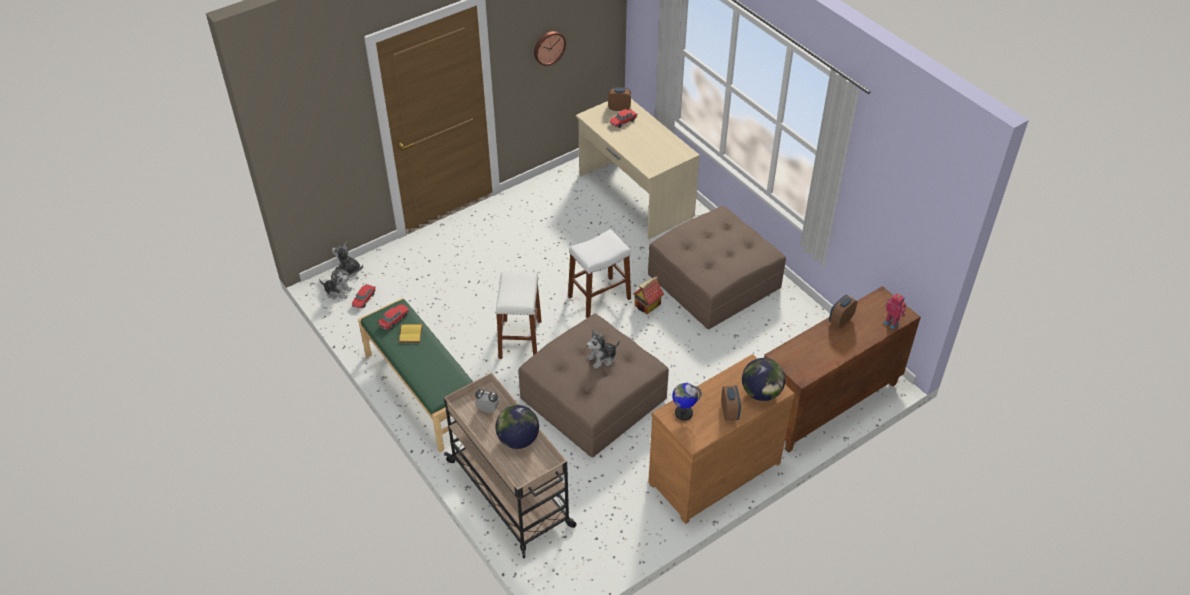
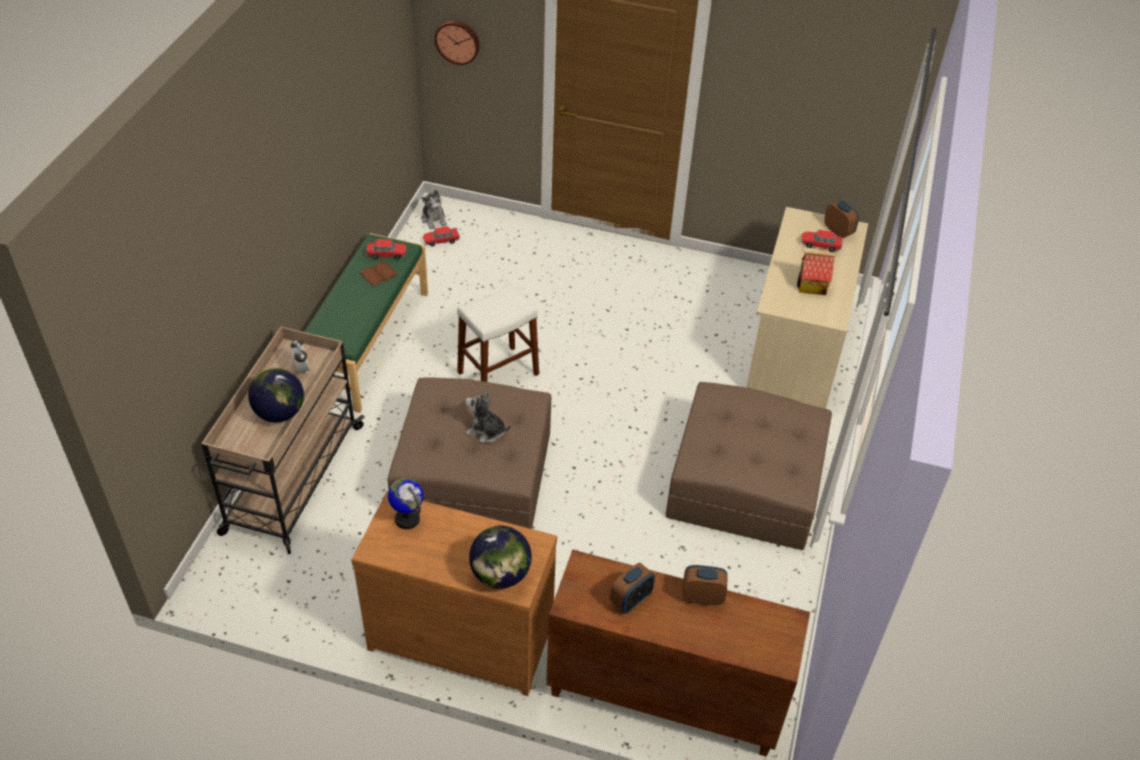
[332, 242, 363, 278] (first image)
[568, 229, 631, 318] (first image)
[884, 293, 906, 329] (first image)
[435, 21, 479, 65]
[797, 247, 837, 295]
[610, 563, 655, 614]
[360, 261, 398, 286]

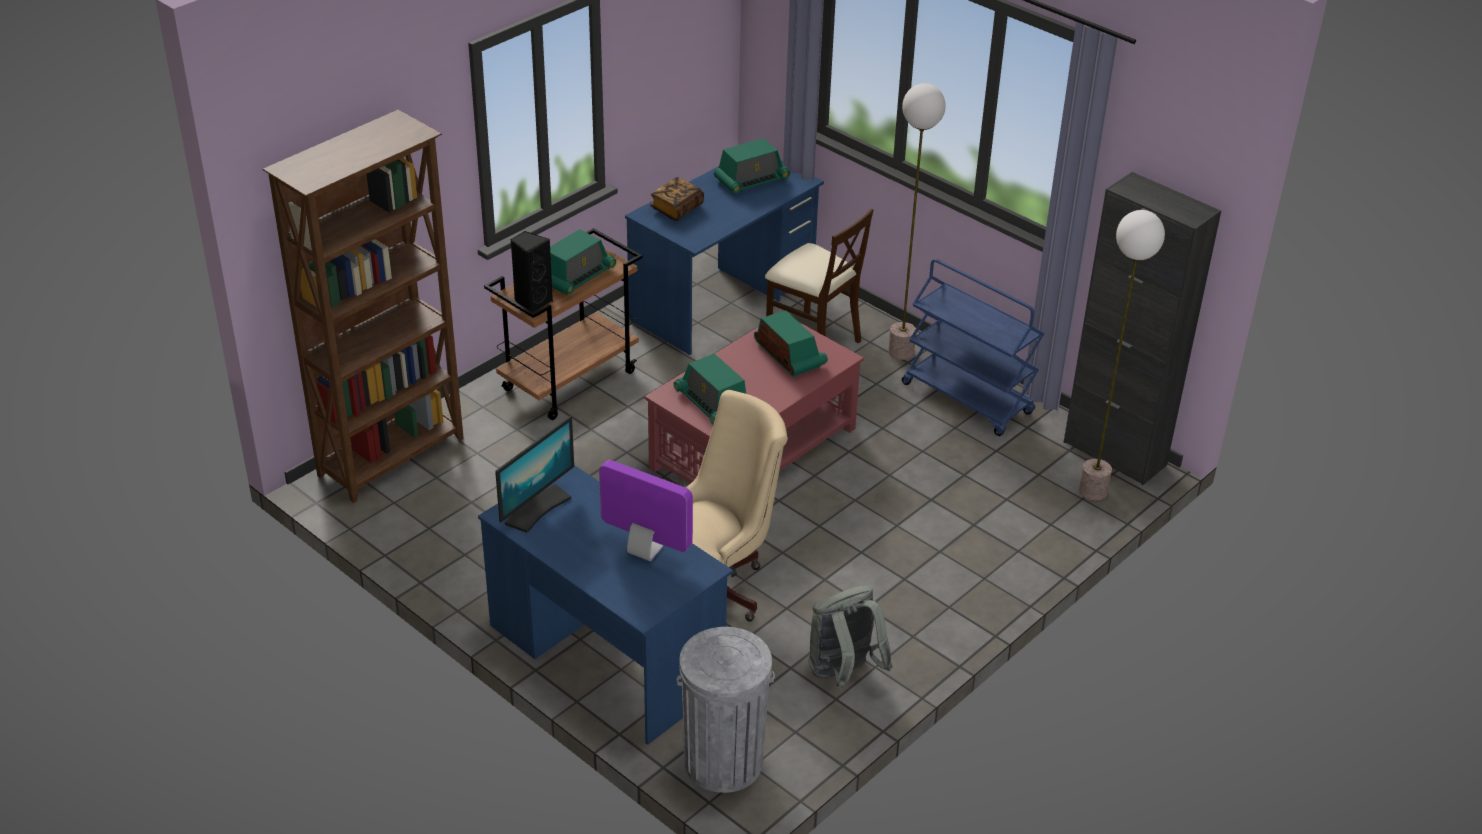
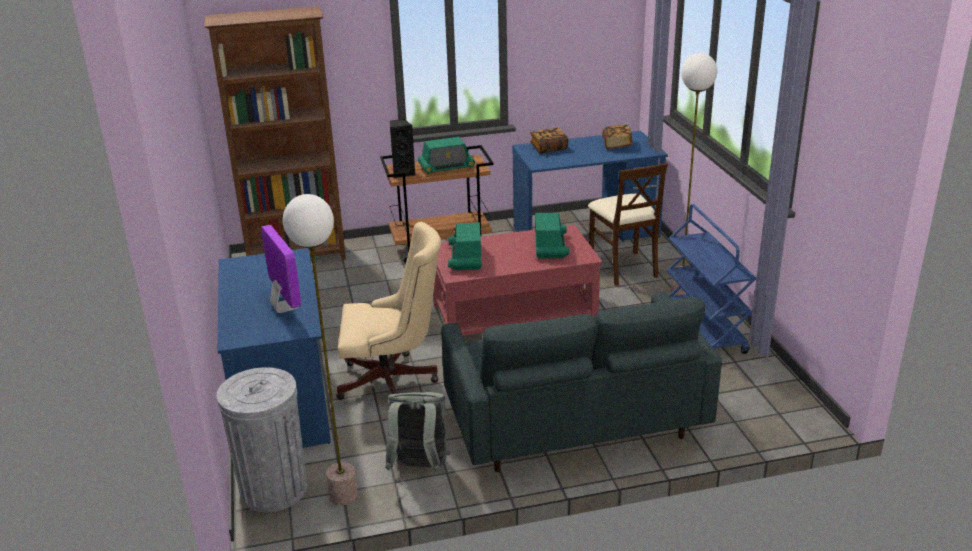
[495, 416, 574, 533] (first image)
[1064, 172, 1221, 485] (first image)
[441, 292, 722, 472]
[283, 194, 358, 505]
[602, 125, 633, 149]

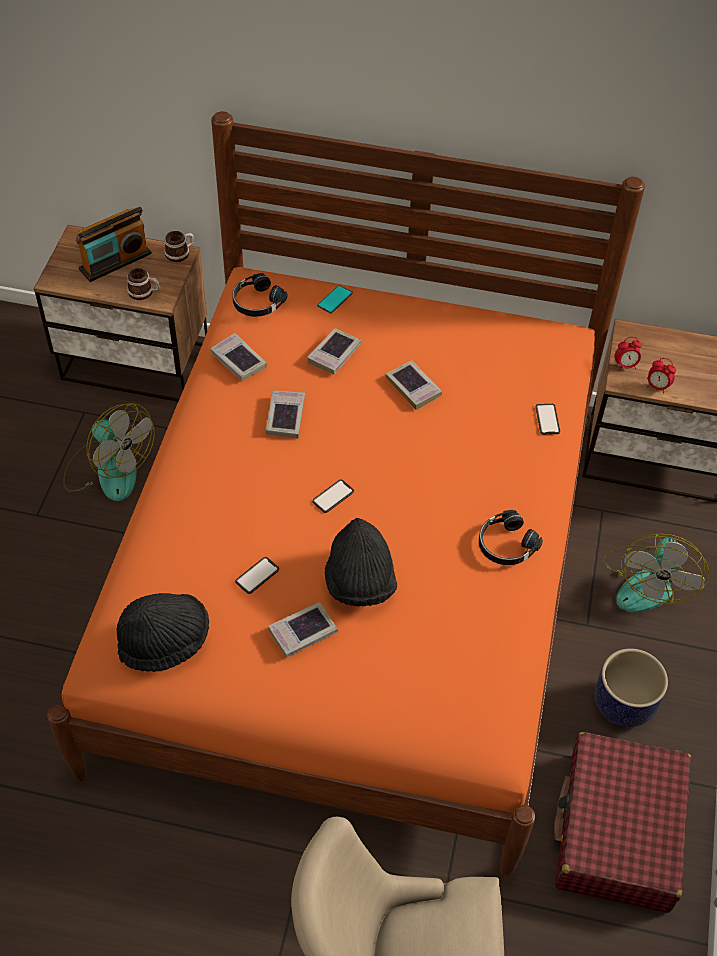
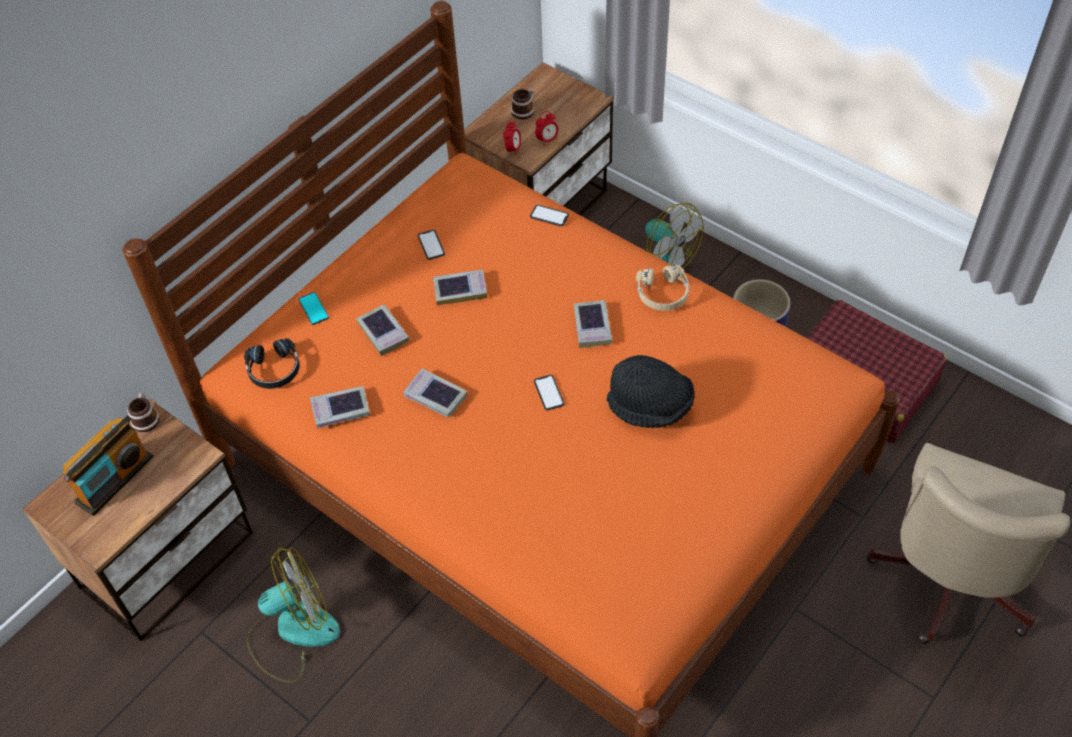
[117, 593, 209, 672] (first image)
[511, 88, 534, 120]
[418, 230, 445, 260]
[574, 300, 612, 348]
[636, 264, 689, 311]
[63, 415, 153, 516]

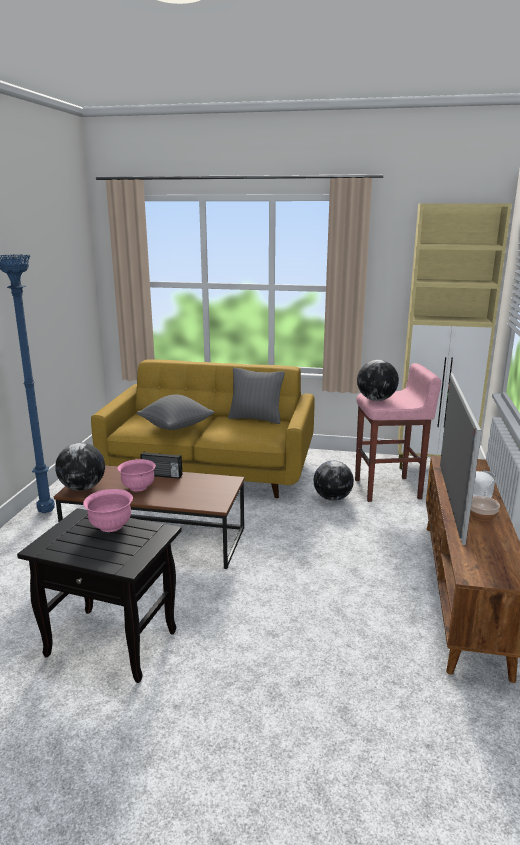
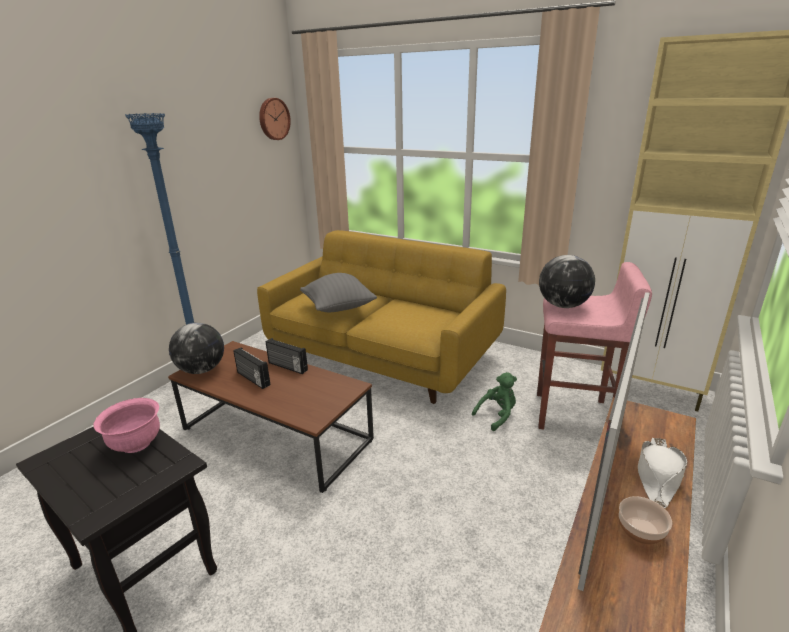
[228, 368, 285, 424] (first image)
[259, 98, 291, 140]
[233, 347, 270, 389]
[472, 372, 517, 431]

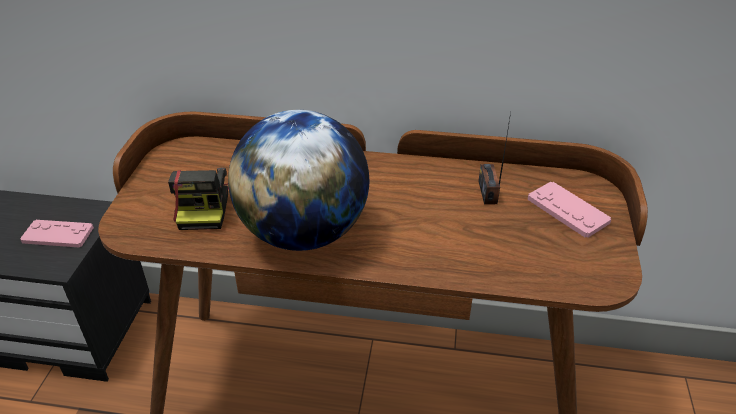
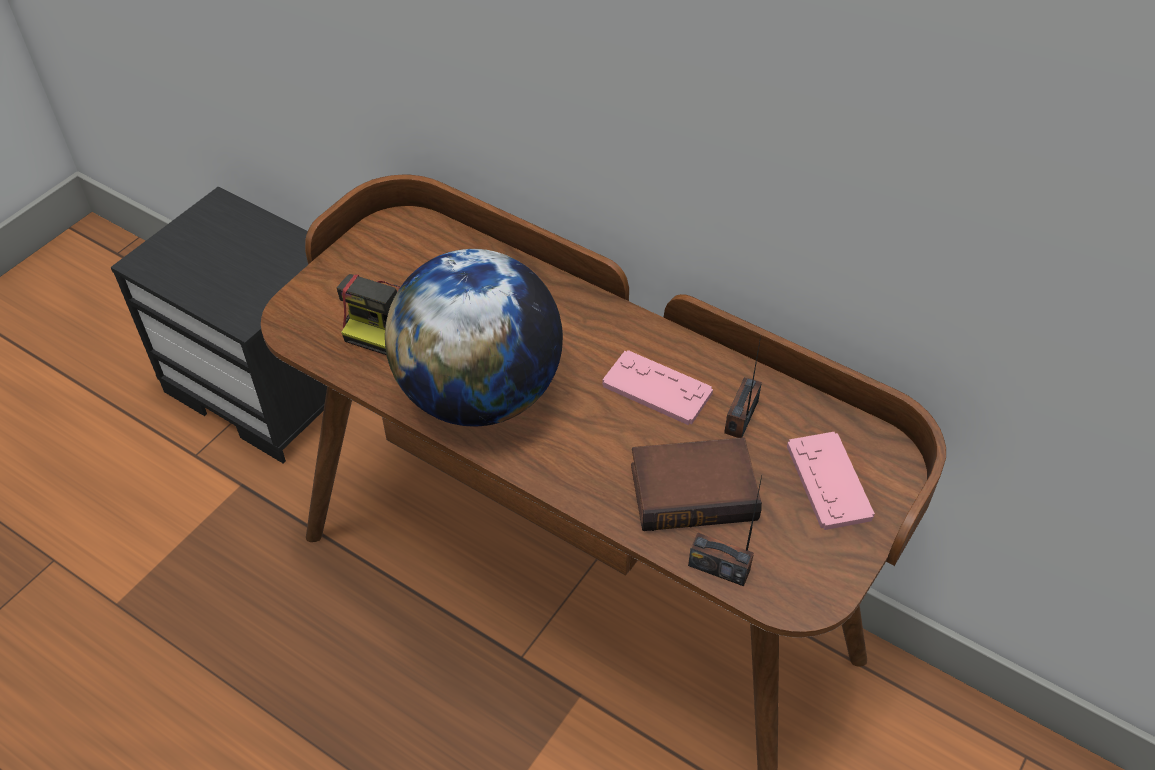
[631, 437, 762, 531]
[688, 476, 762, 586]
[602, 350, 713, 425]

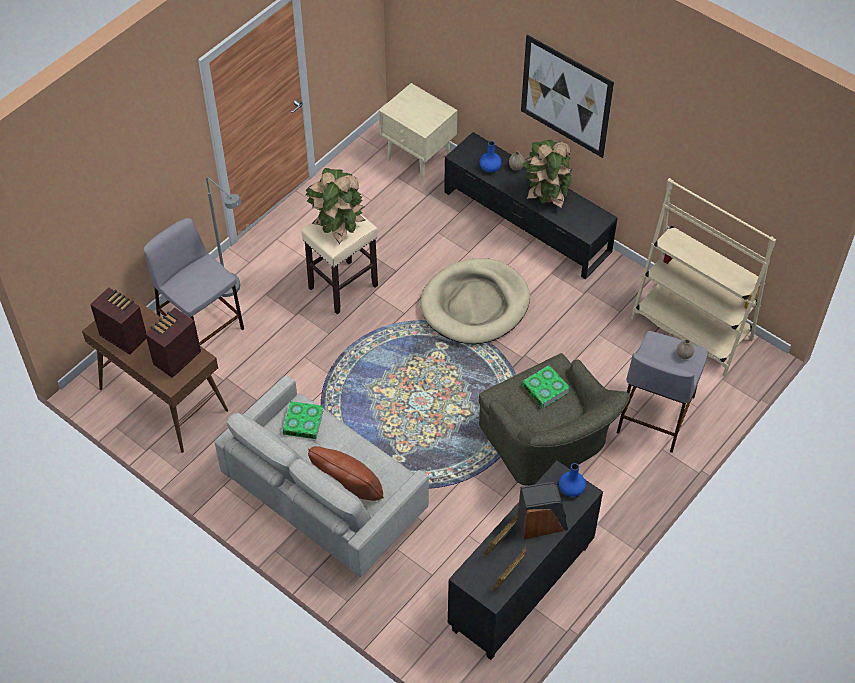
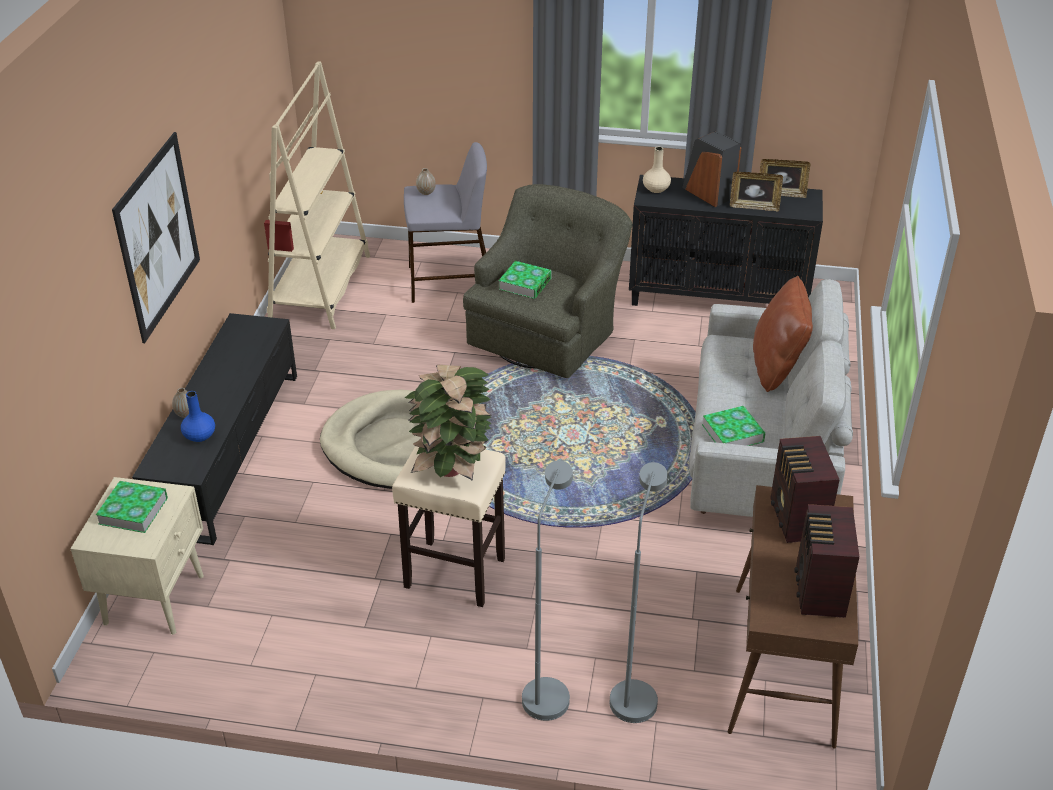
[522, 140, 572, 209] (first image)
[96, 481, 168, 533]
[610, 462, 668, 723]
[643, 147, 671, 193]
[770, 436, 840, 543]

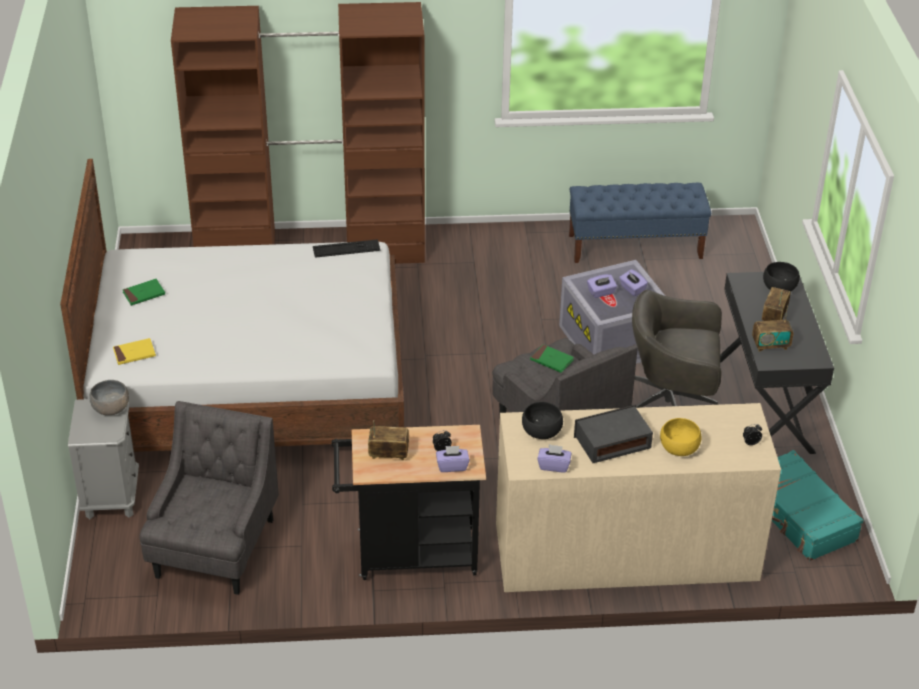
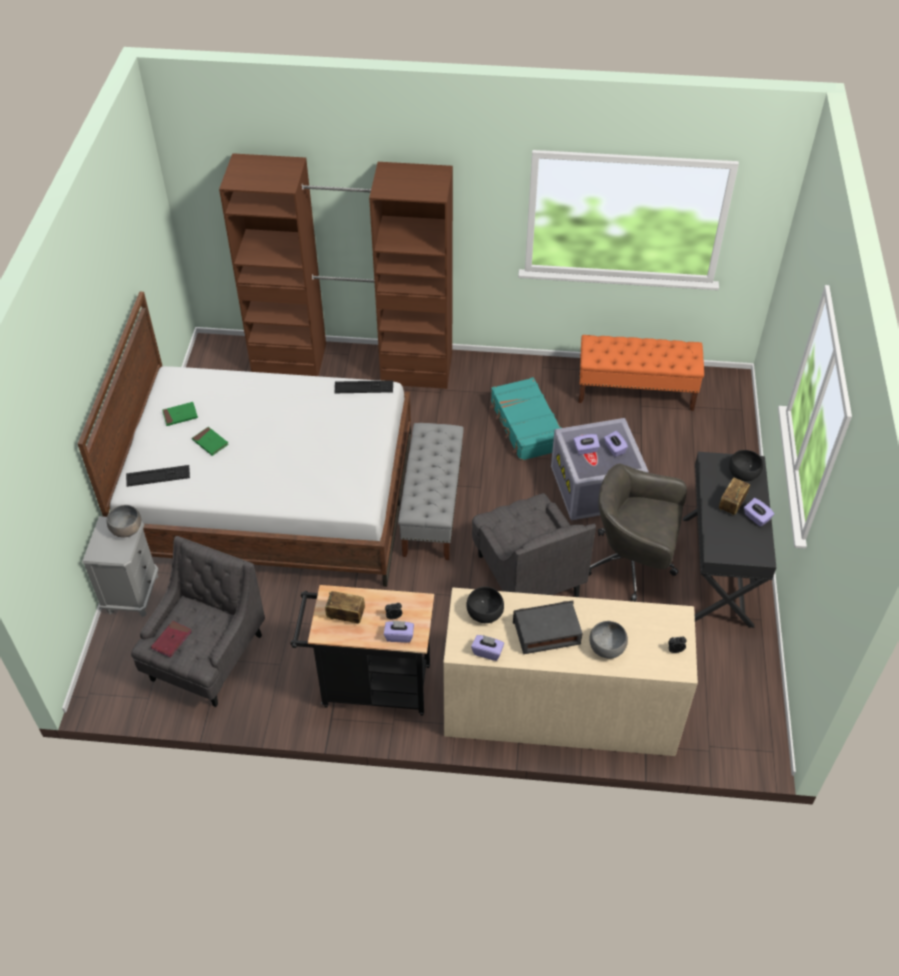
[752, 306, 793, 352] (first image)
[151, 621, 192, 657]
[398, 423, 464, 560]
[744, 498, 774, 527]
[192, 427, 229, 456]
[490, 377, 561, 461]
[126, 465, 190, 487]
[578, 335, 704, 411]
[589, 621, 628, 659]

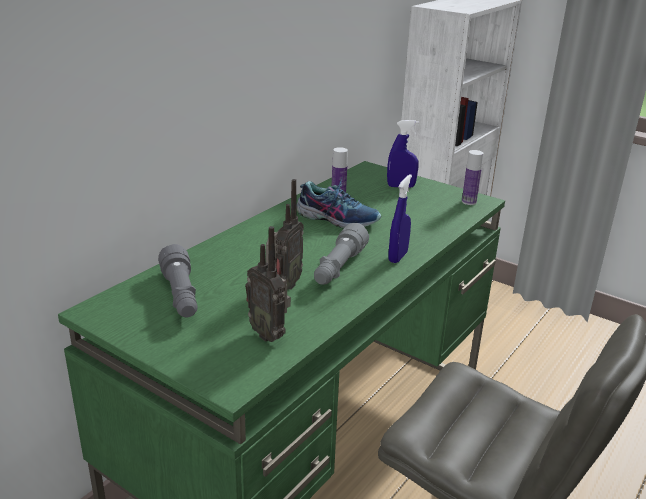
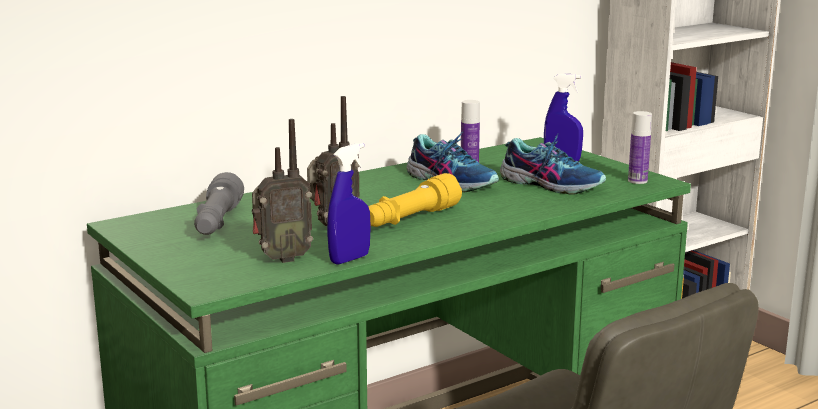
[500, 134, 606, 195]
[327, 143, 371, 264]
[368, 173, 462, 227]
[252, 119, 313, 263]

